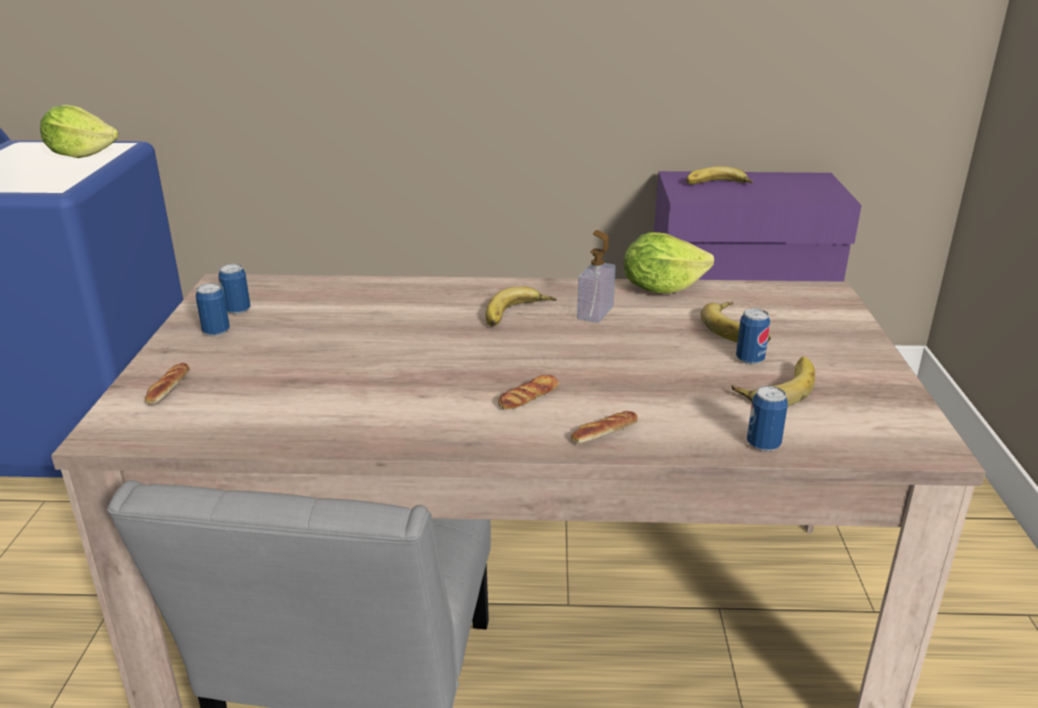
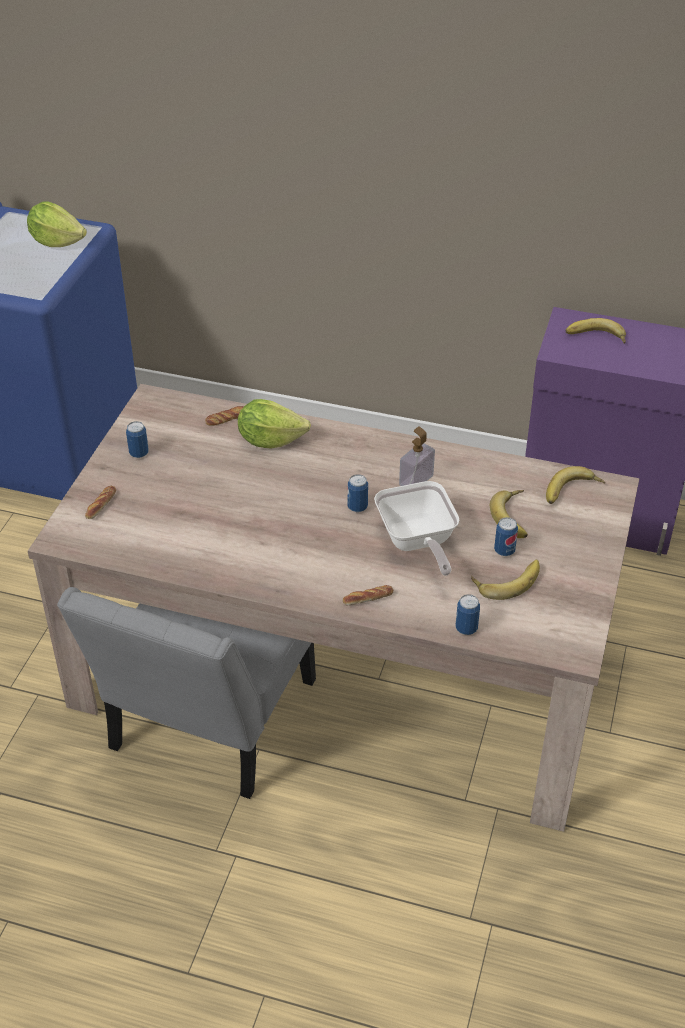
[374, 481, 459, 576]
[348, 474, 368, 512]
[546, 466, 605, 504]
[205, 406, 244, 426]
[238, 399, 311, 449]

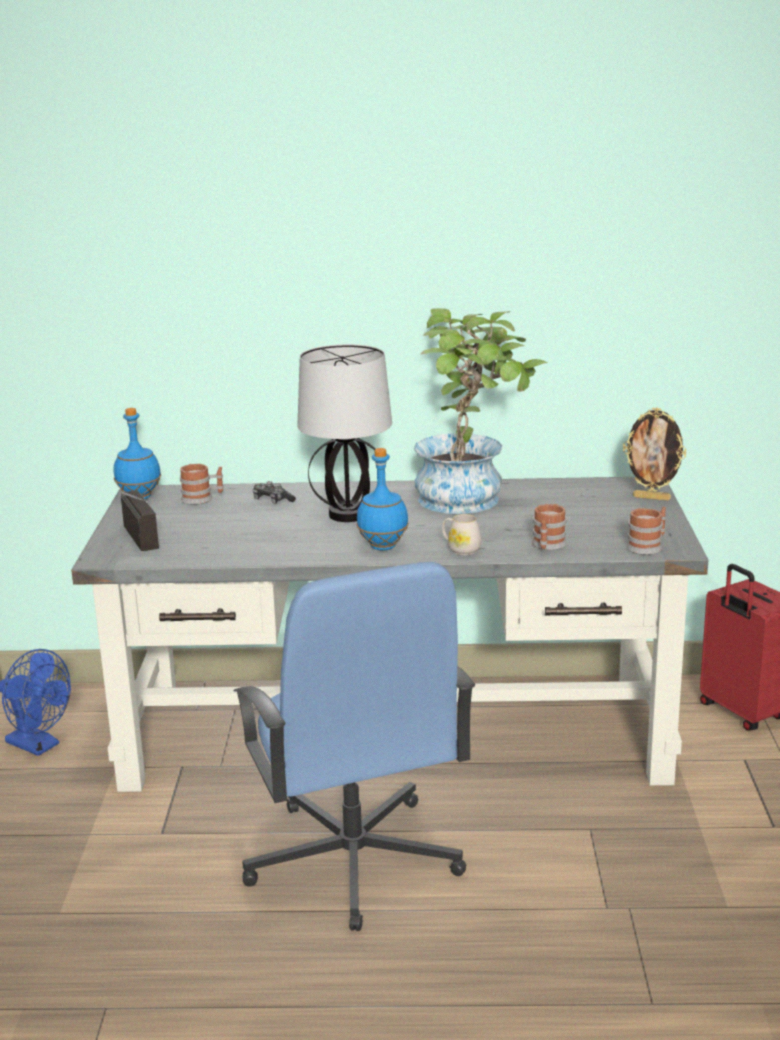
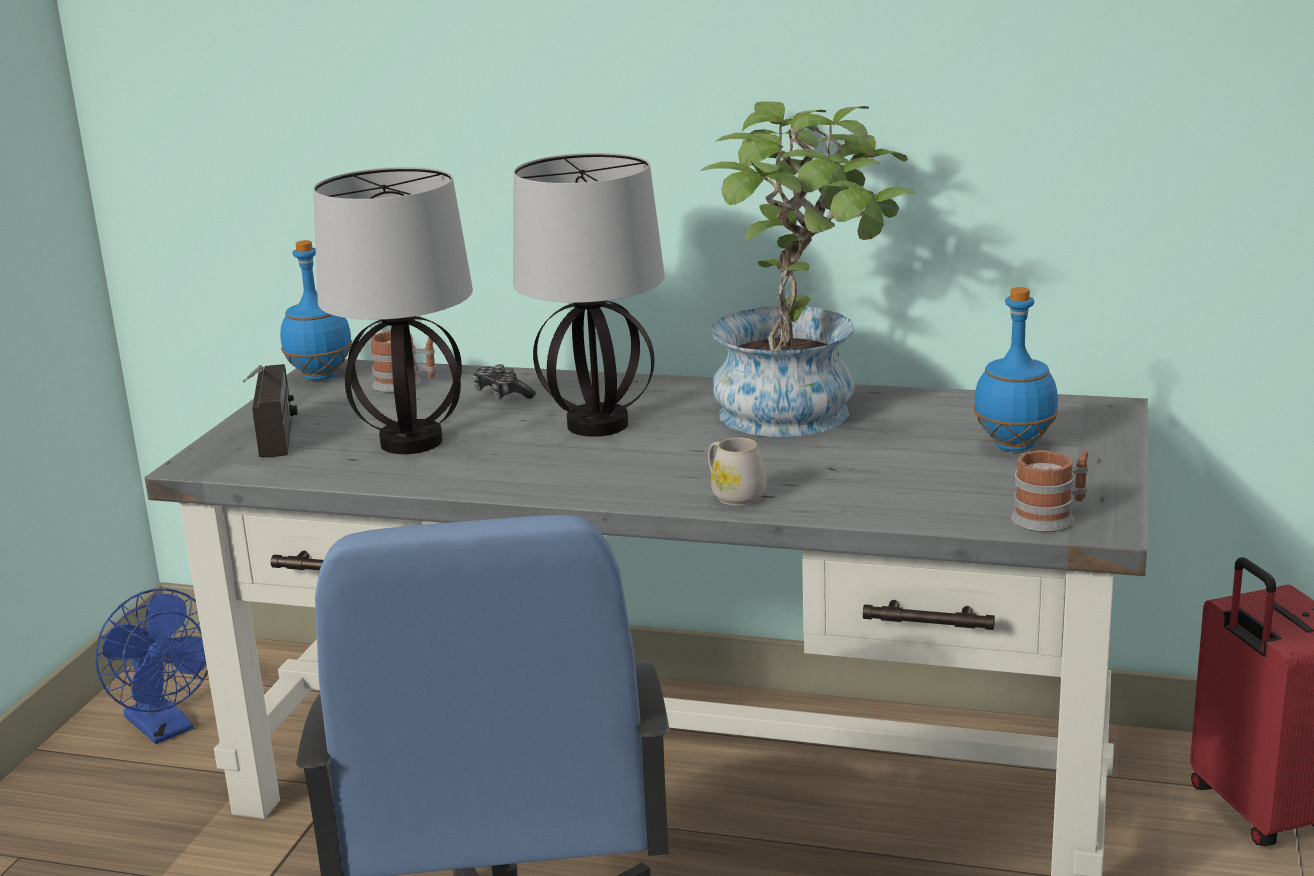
[532, 504, 567, 550] (first image)
[623, 408, 687, 501] (first image)
[313, 167, 473, 454]
[974, 287, 1058, 451]

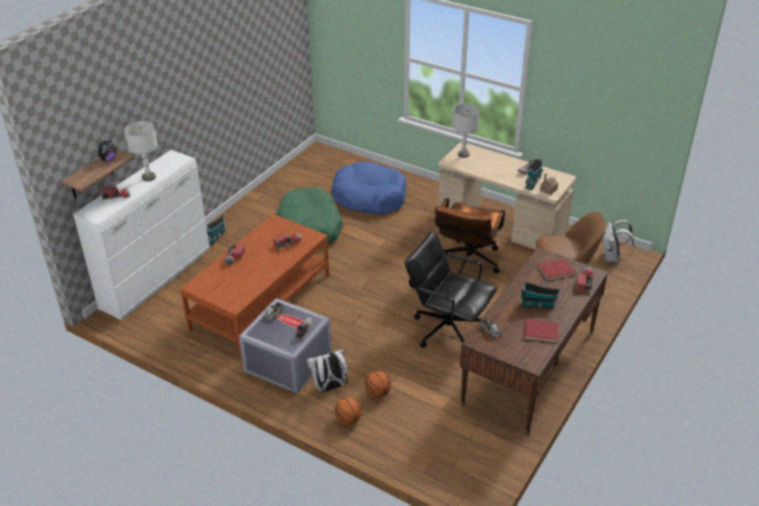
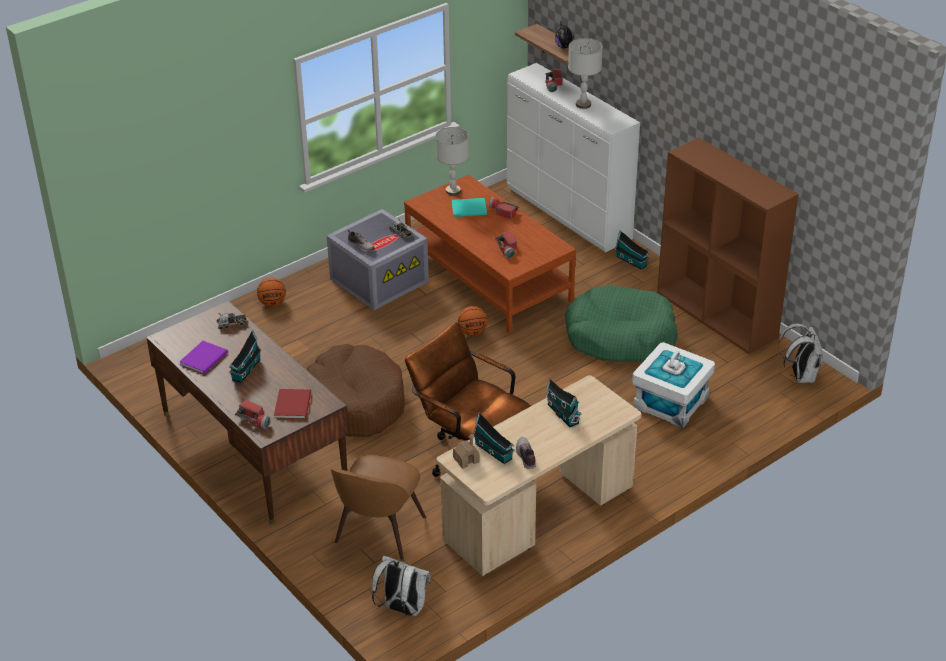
[452, 198, 487, 217]
[546, 379, 582, 427]
[657, 138, 799, 355]
[778, 323, 823, 383]
[458, 306, 487, 336]
[436, 127, 469, 196]
[632, 342, 715, 428]
[307, 344, 405, 437]
[179, 341, 228, 374]

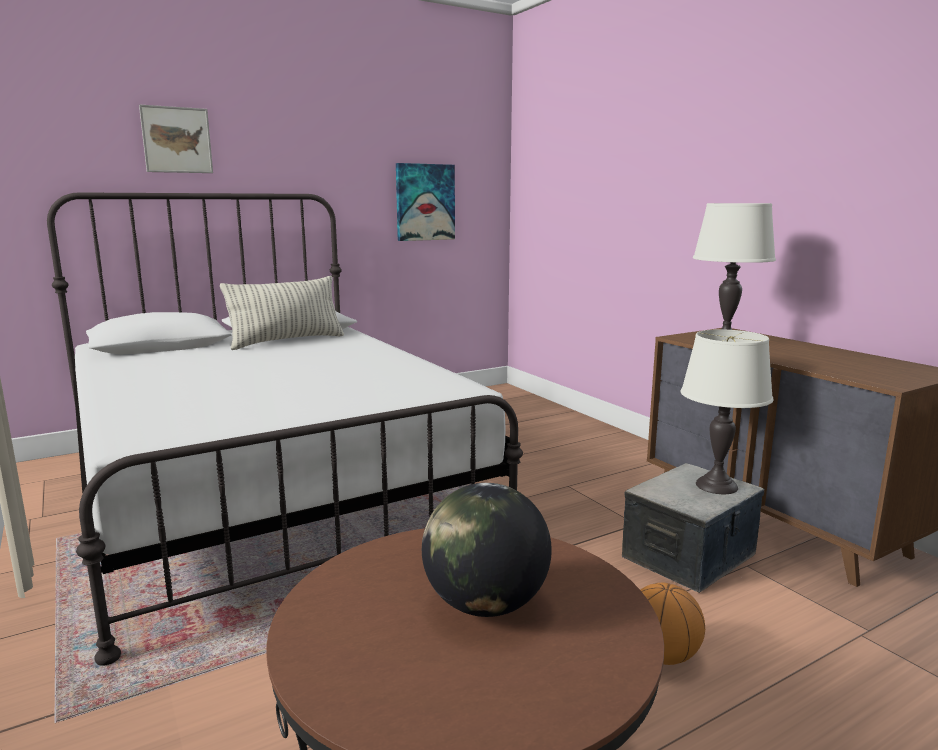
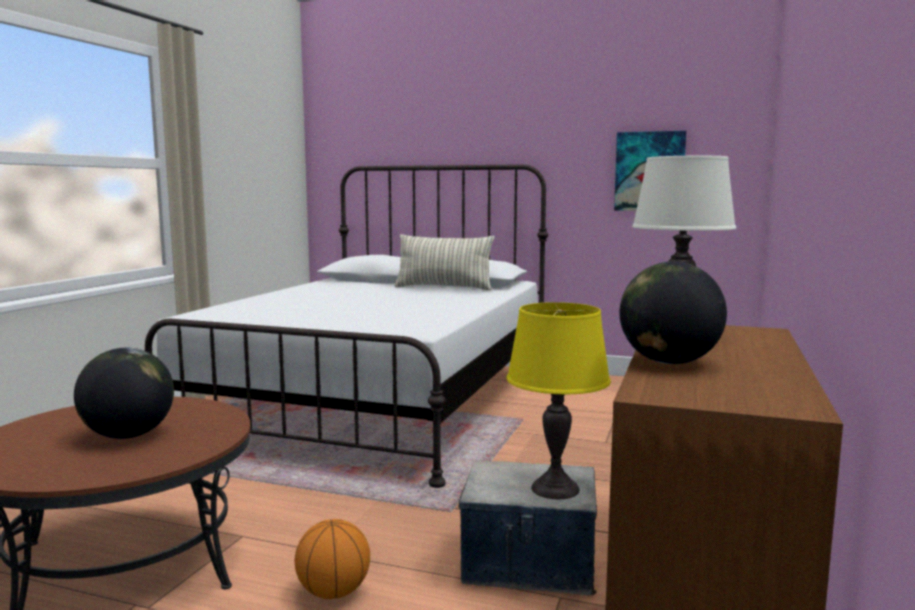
[139, 104, 213, 173] (first image)
[620, 262, 727, 364]
[506, 302, 611, 499]

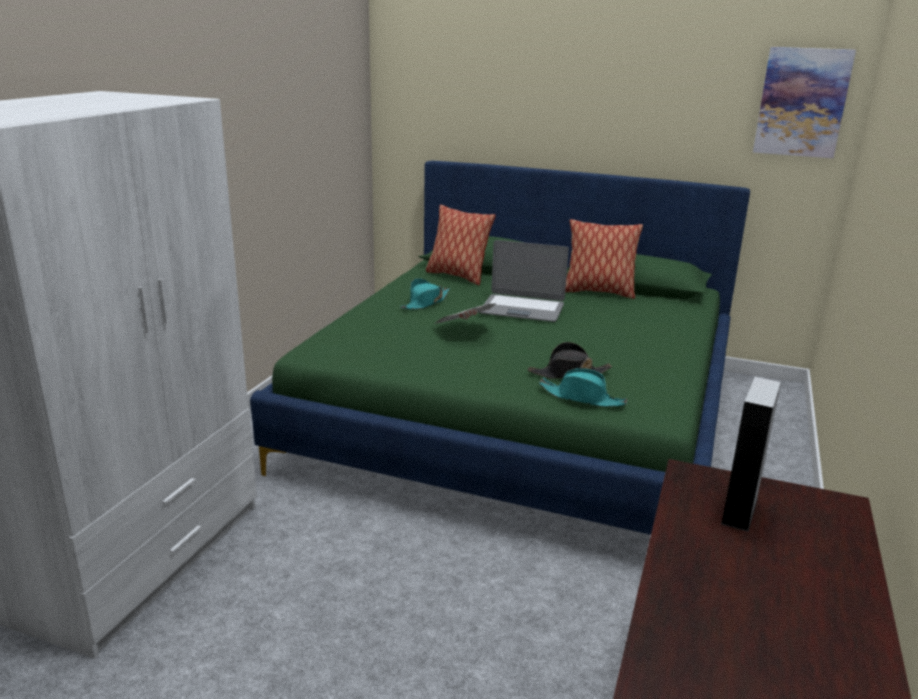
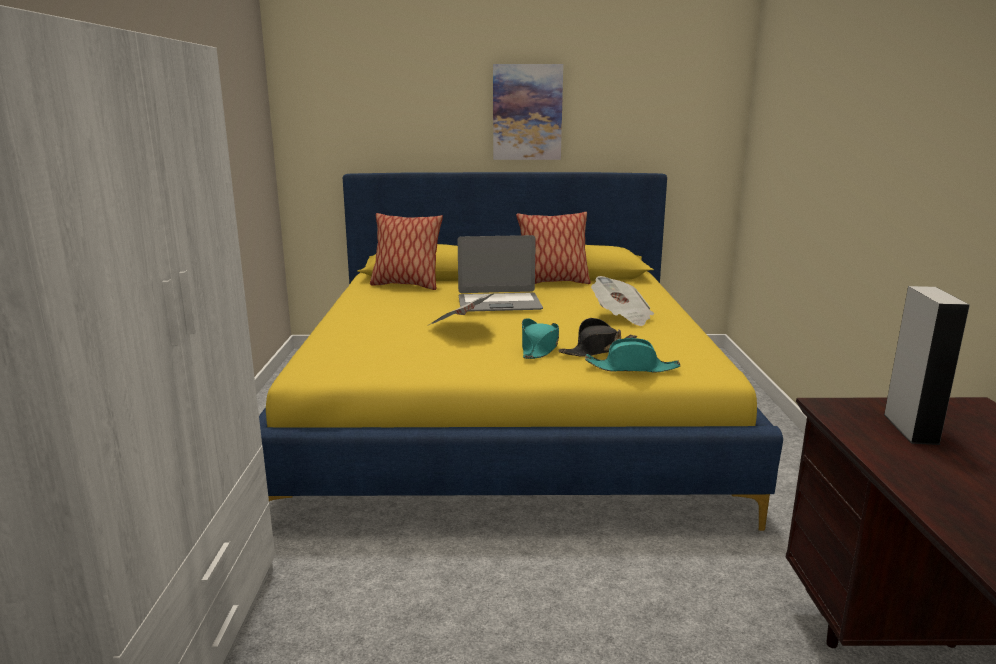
[591, 276, 654, 326]
[522, 318, 559, 359]
[493, 64, 563, 160]
[259, 172, 783, 531]

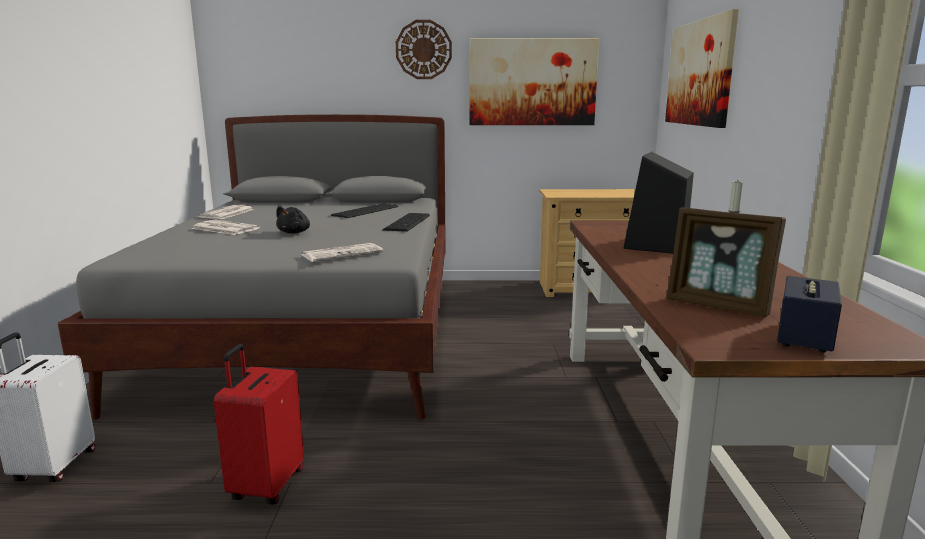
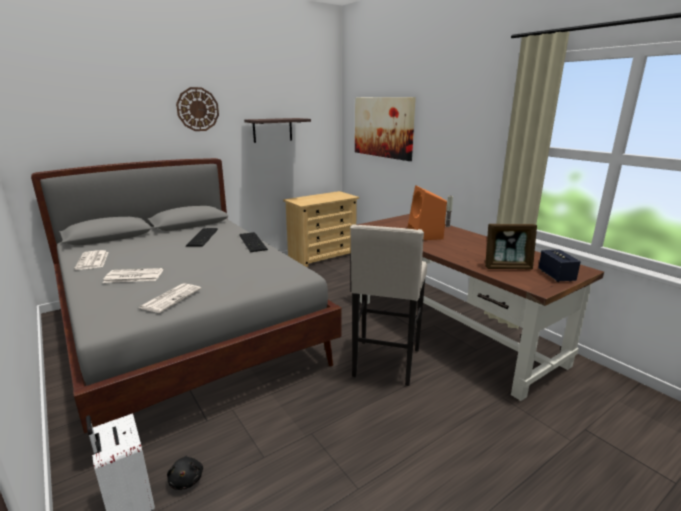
[214, 344, 304, 505] (first image)
[350, 224, 427, 386]
[167, 455, 203, 490]
[139, 283, 201, 313]
[244, 118, 311, 143]
[407, 185, 447, 240]

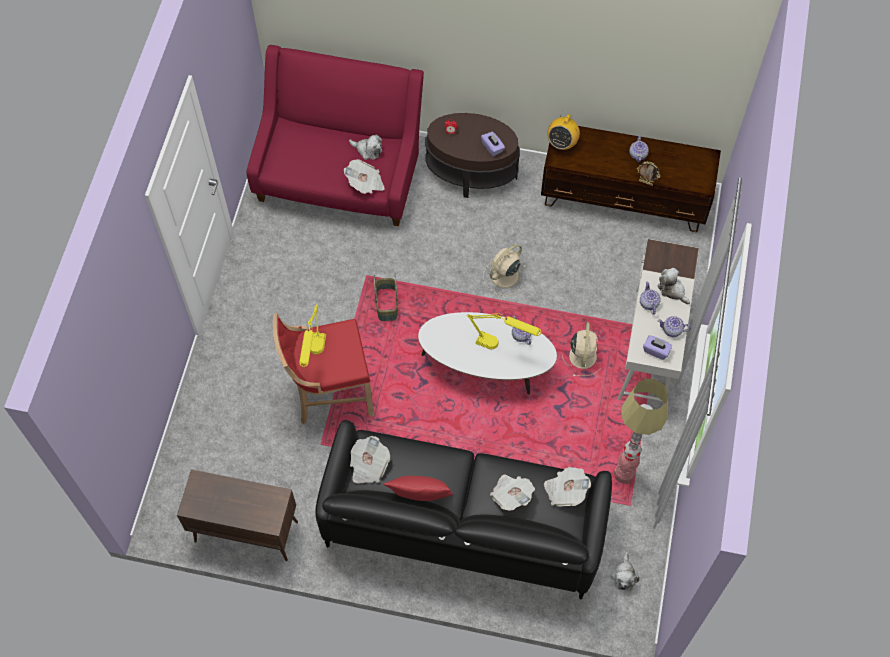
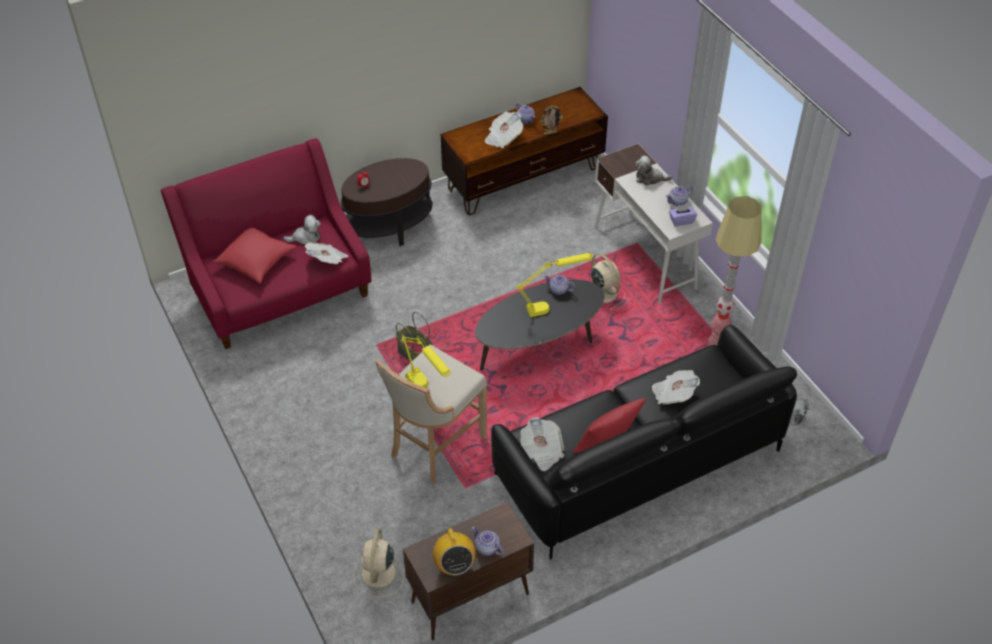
[481, 132, 505, 156] (first image)
[213, 228, 296, 284]
[353, 529, 404, 597]
[485, 112, 523, 148]
[433, 528, 475, 575]
[472, 527, 504, 556]
[375, 345, 488, 483]
[475, 280, 604, 371]

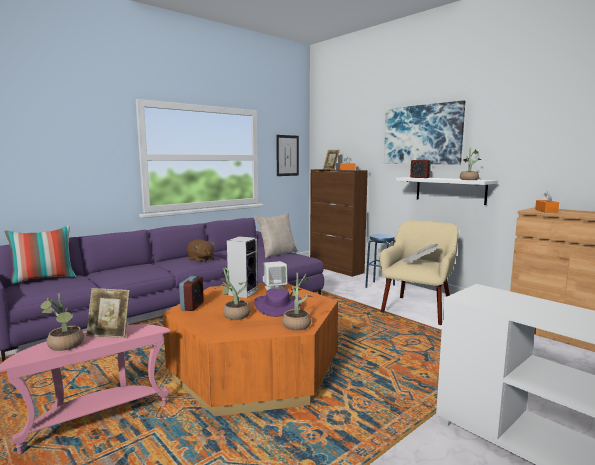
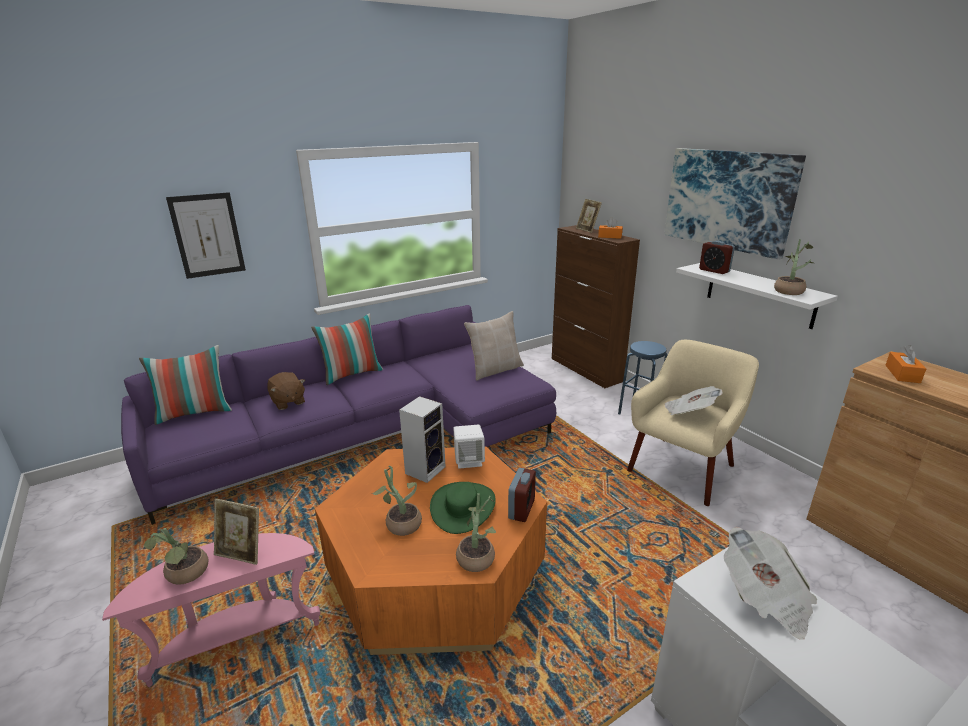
[311, 313, 383, 385]
[724, 527, 817, 640]
[508, 468, 536, 522]
[267, 372, 305, 410]
[166, 192, 246, 279]
[430, 482, 496, 534]

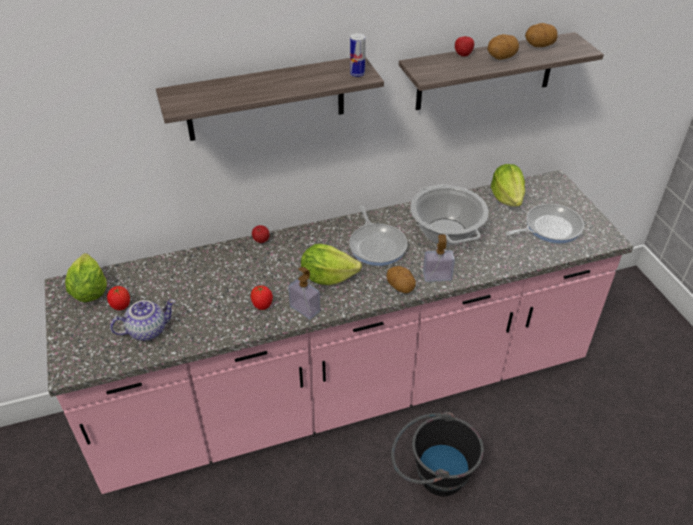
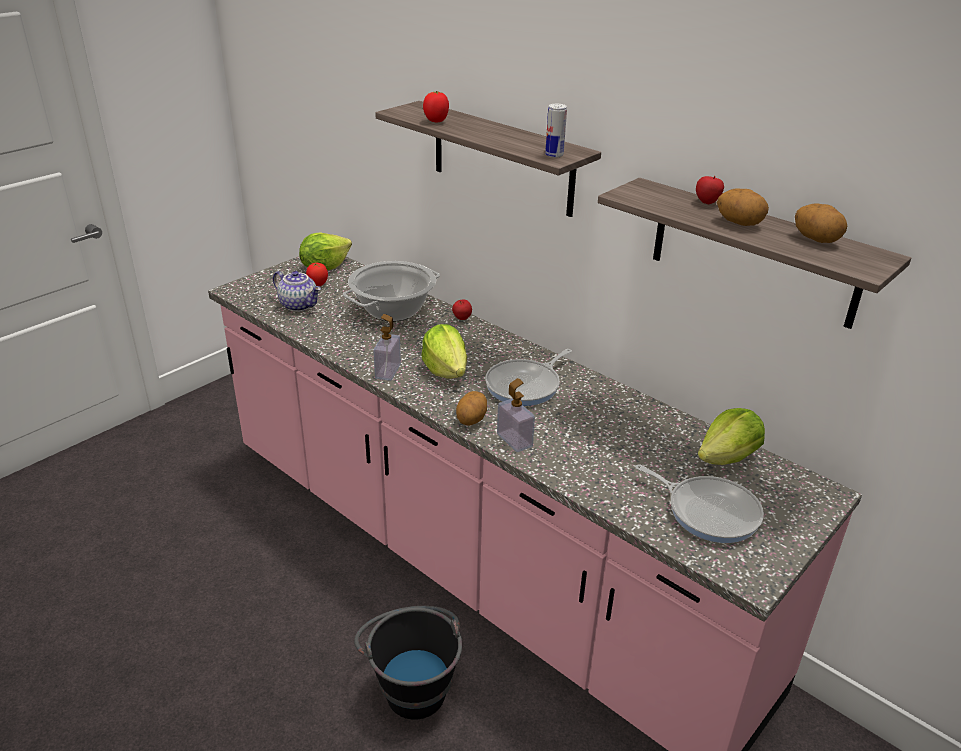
[423, 91, 449, 122]
[343, 261, 440, 322]

